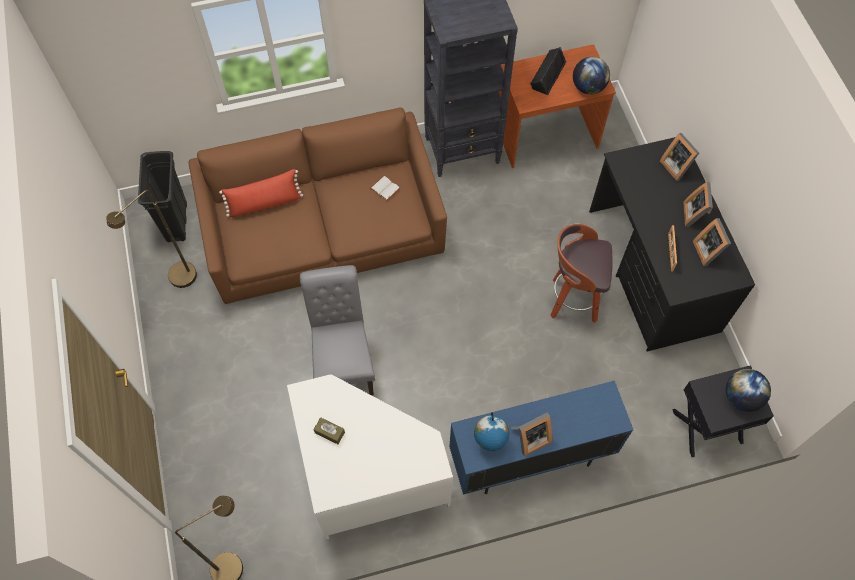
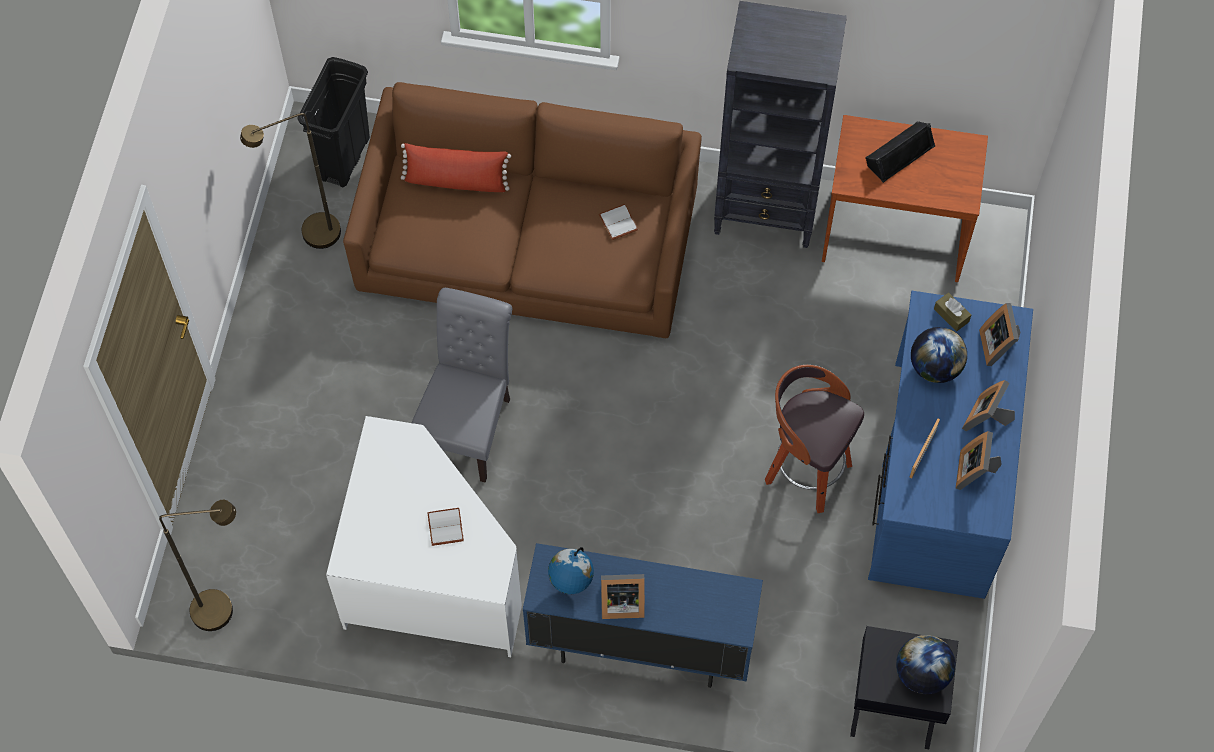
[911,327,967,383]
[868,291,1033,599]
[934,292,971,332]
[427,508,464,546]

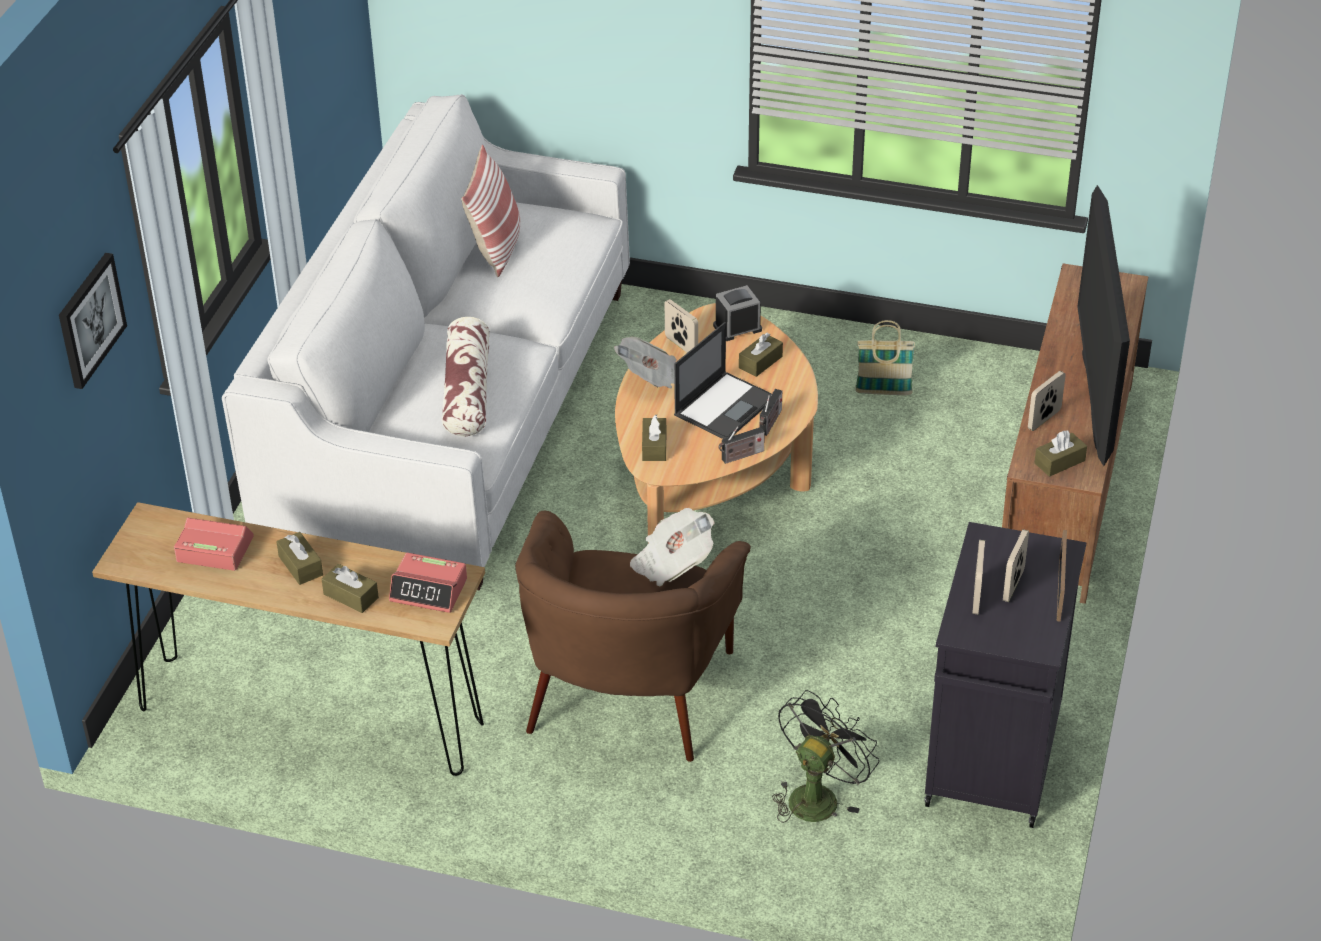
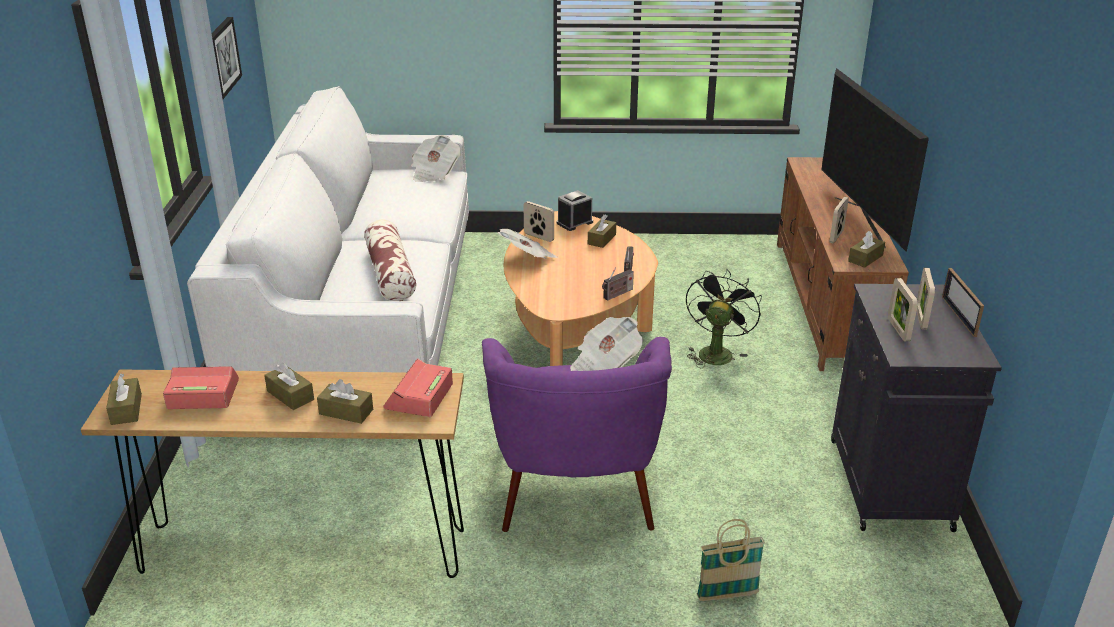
[461,145,520,277] (first image)
[212,17,242,99]
[697,519,765,601]
[674,322,772,439] (first image)
[106,373,142,425]
[482,337,672,532]
[383,358,453,417]
[686,269,762,368]
[411,135,461,182]

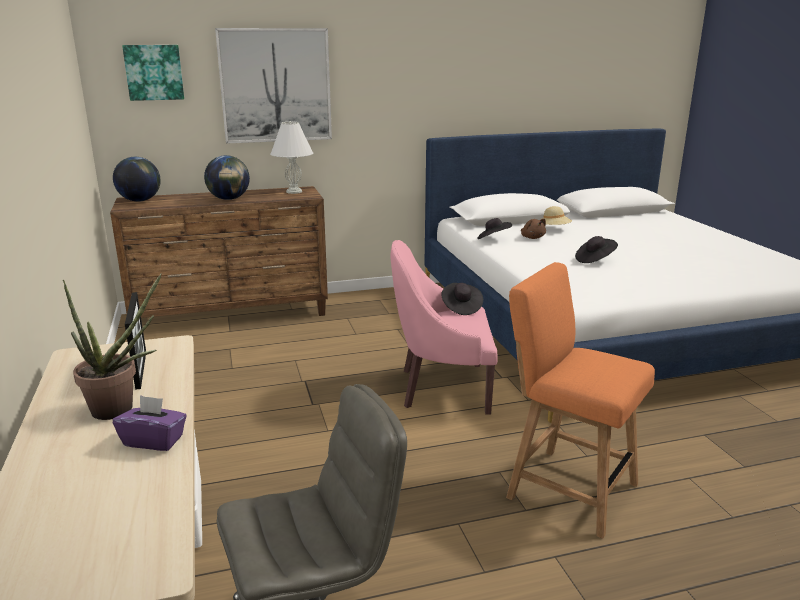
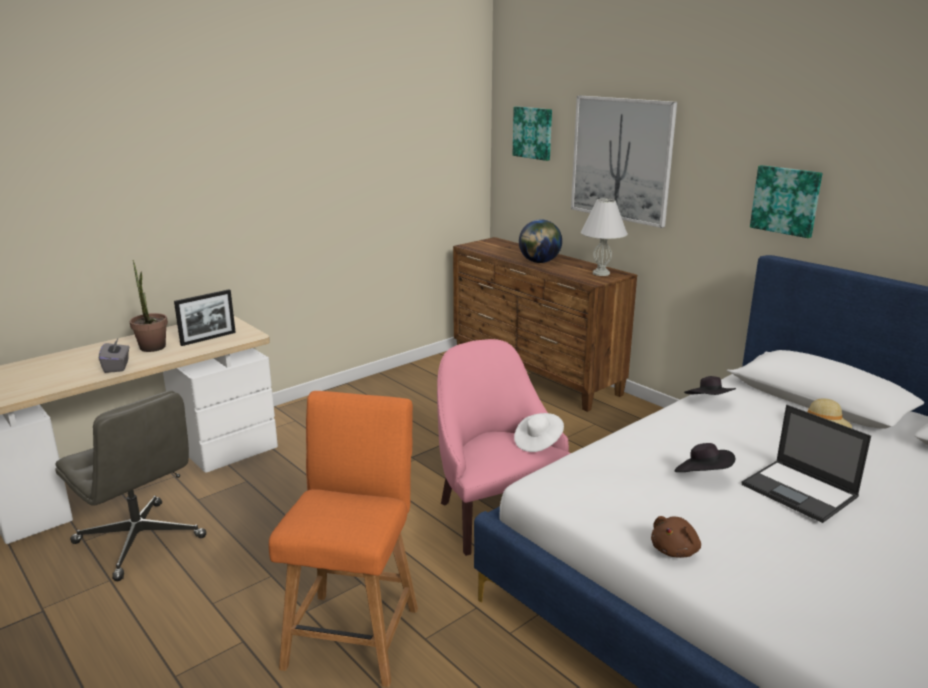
[113,157,161,202] (first image)
[651,516,701,558]
[514,413,564,452]
[99,339,129,373]
[750,165,822,238]
[742,405,871,523]

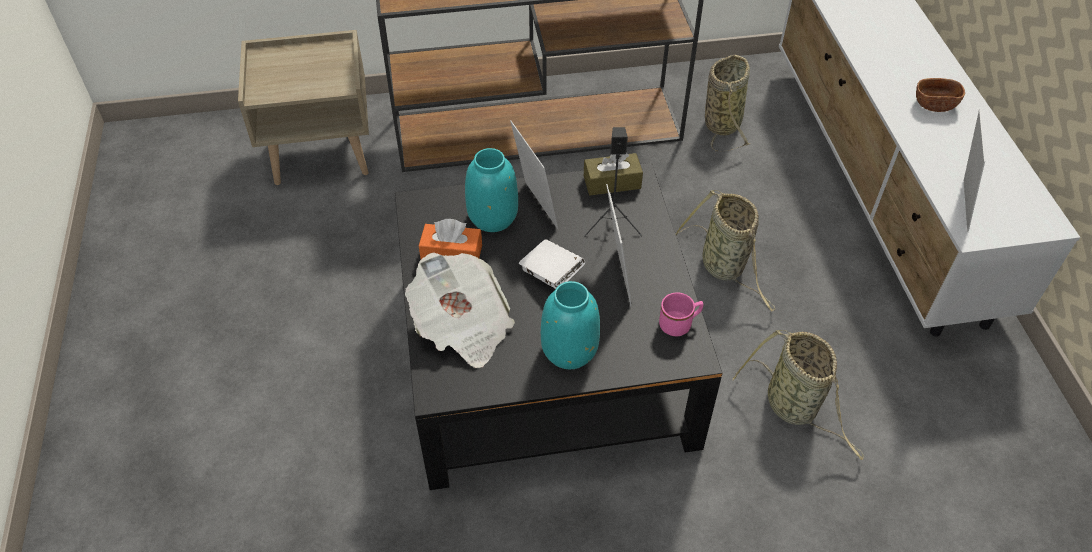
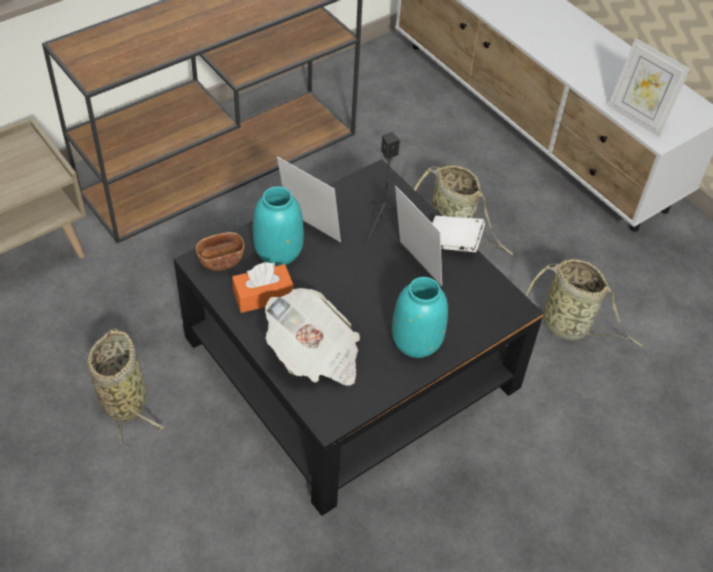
[87,328,164,448]
[196,232,245,271]
[608,38,690,137]
[584,153,643,195] (first image)
[432,215,485,252]
[659,292,703,336] (first image)

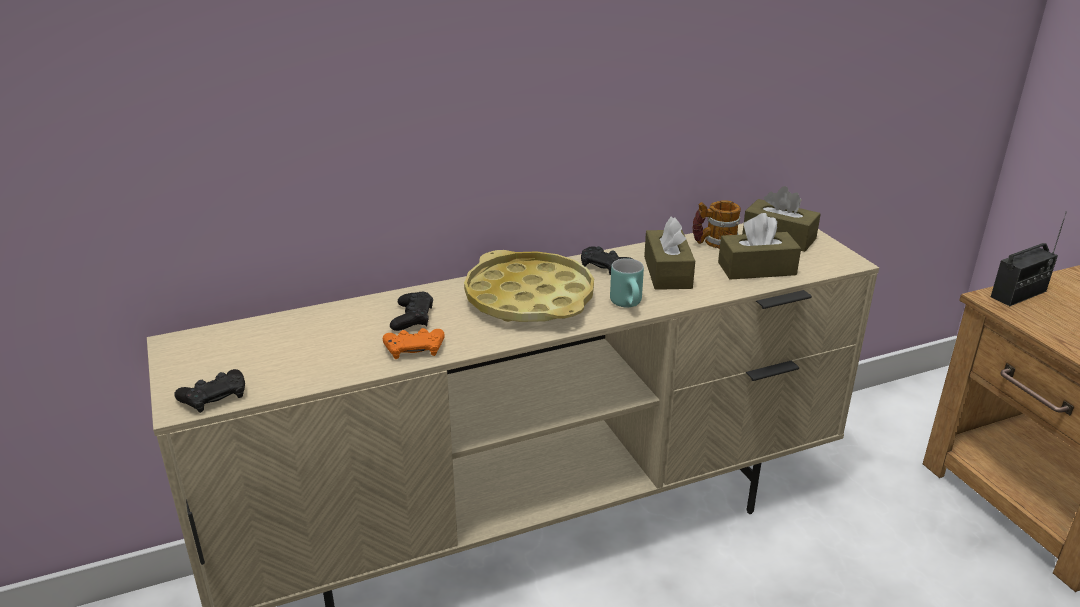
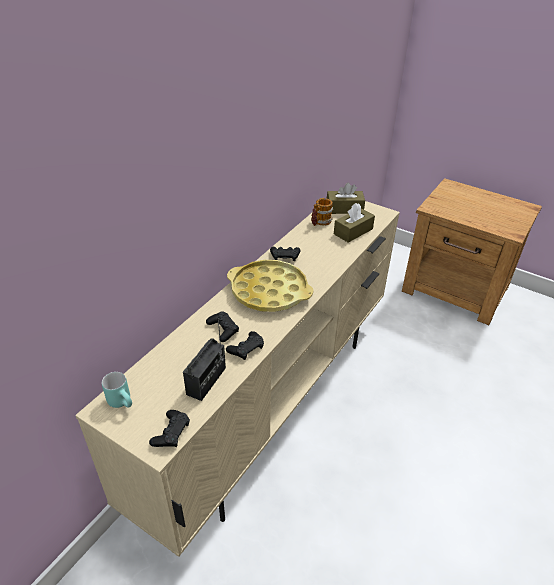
[183,318,226,401]
[644,217,695,290] (first image)
[102,372,132,408]
[226,331,264,360]

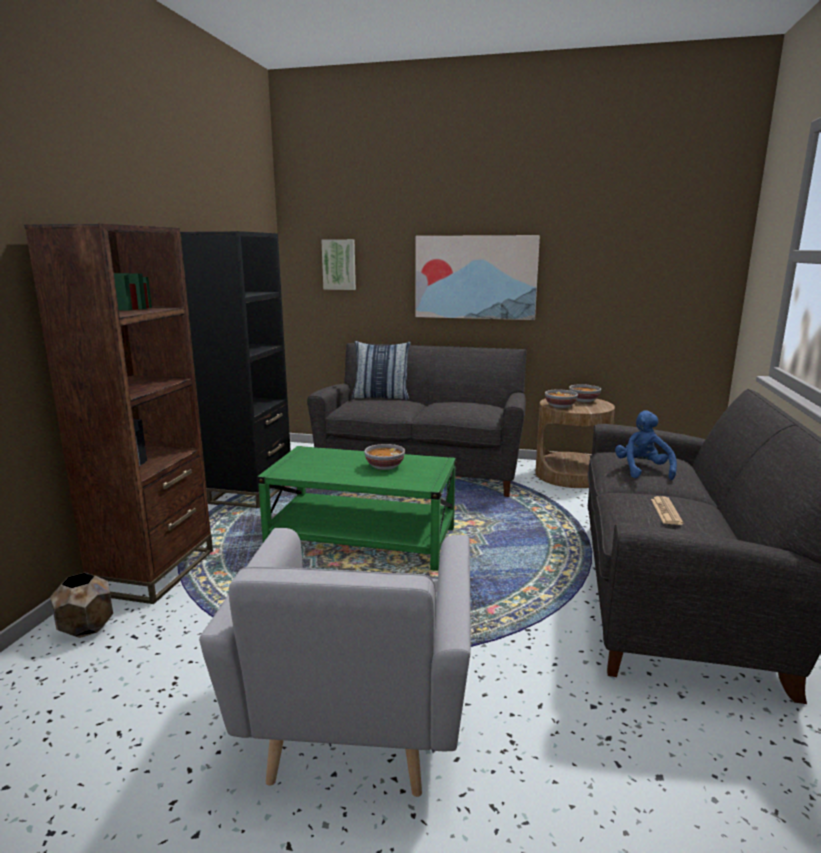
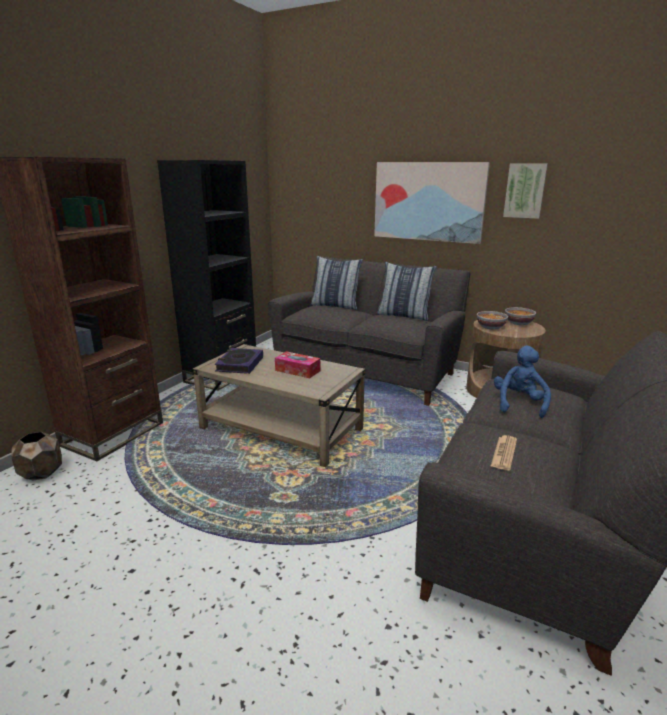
[503,164,548,219]
[275,351,320,378]
[192,344,365,467]
[199,528,471,797] (first image)
[377,262,437,321]
[215,348,263,374]

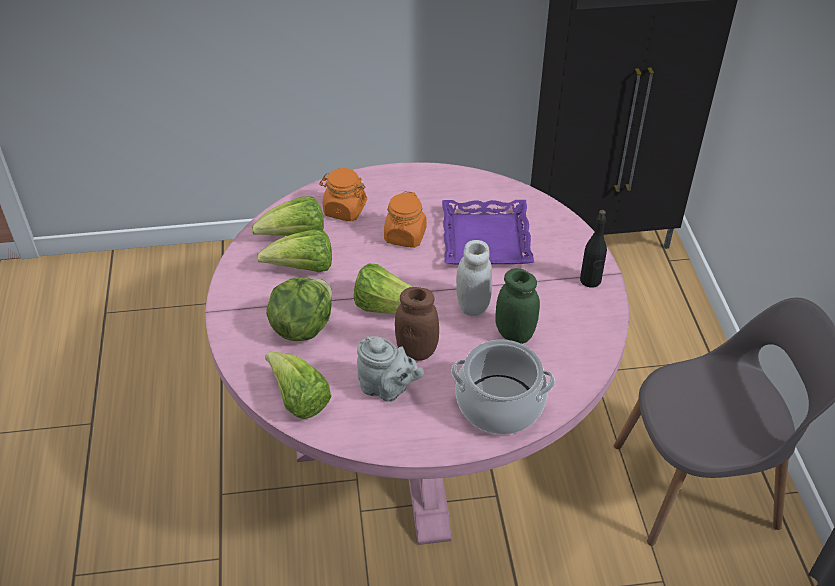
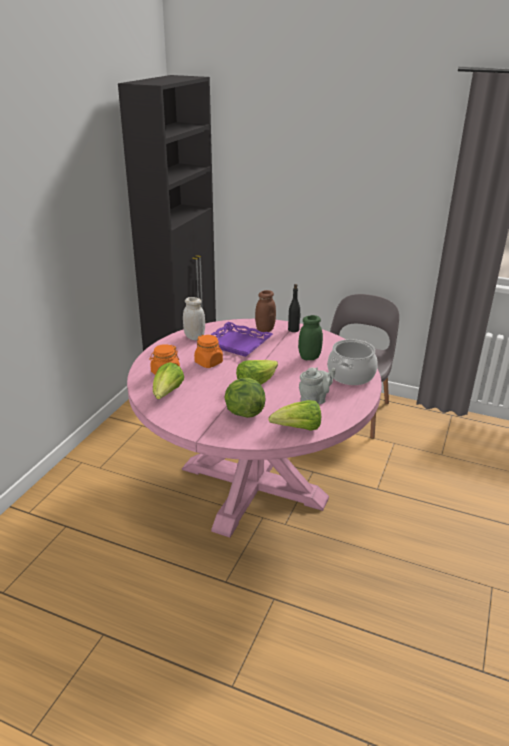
[257,229,332,272] (first image)
[183,297,205,340]
[255,290,276,332]

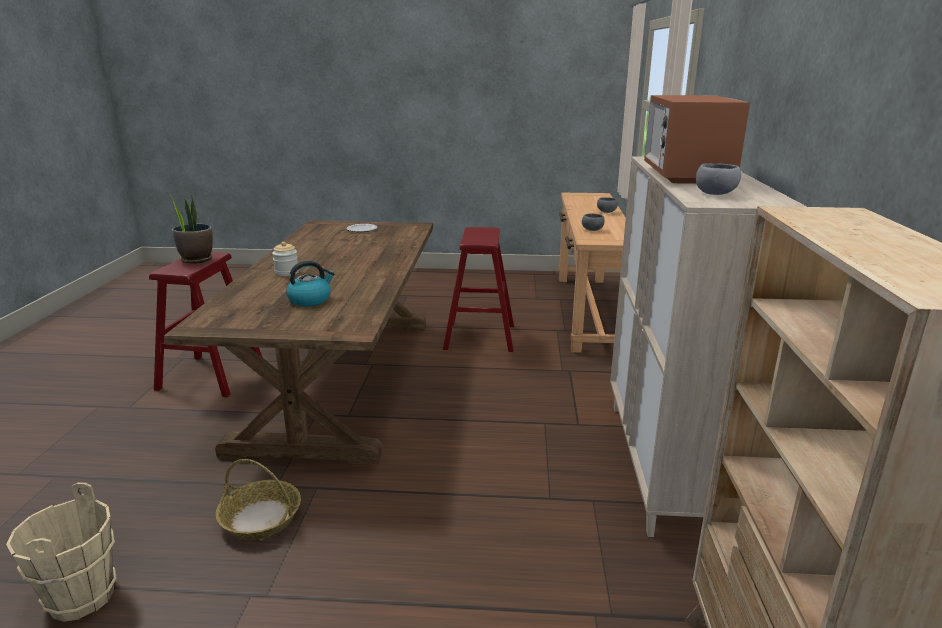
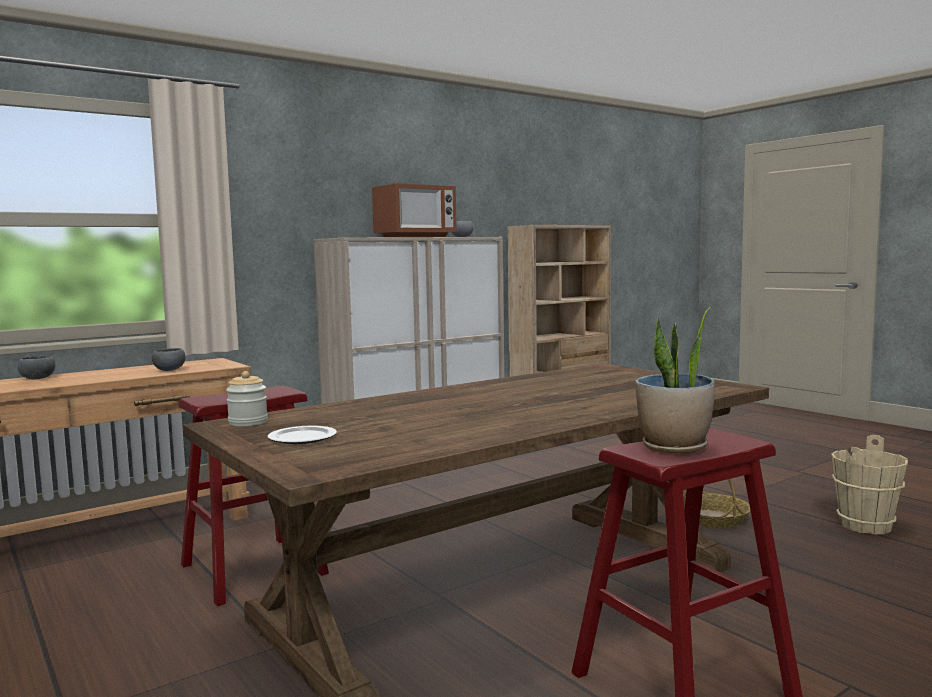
[226,371,268,426]
[286,261,335,306] (first image)

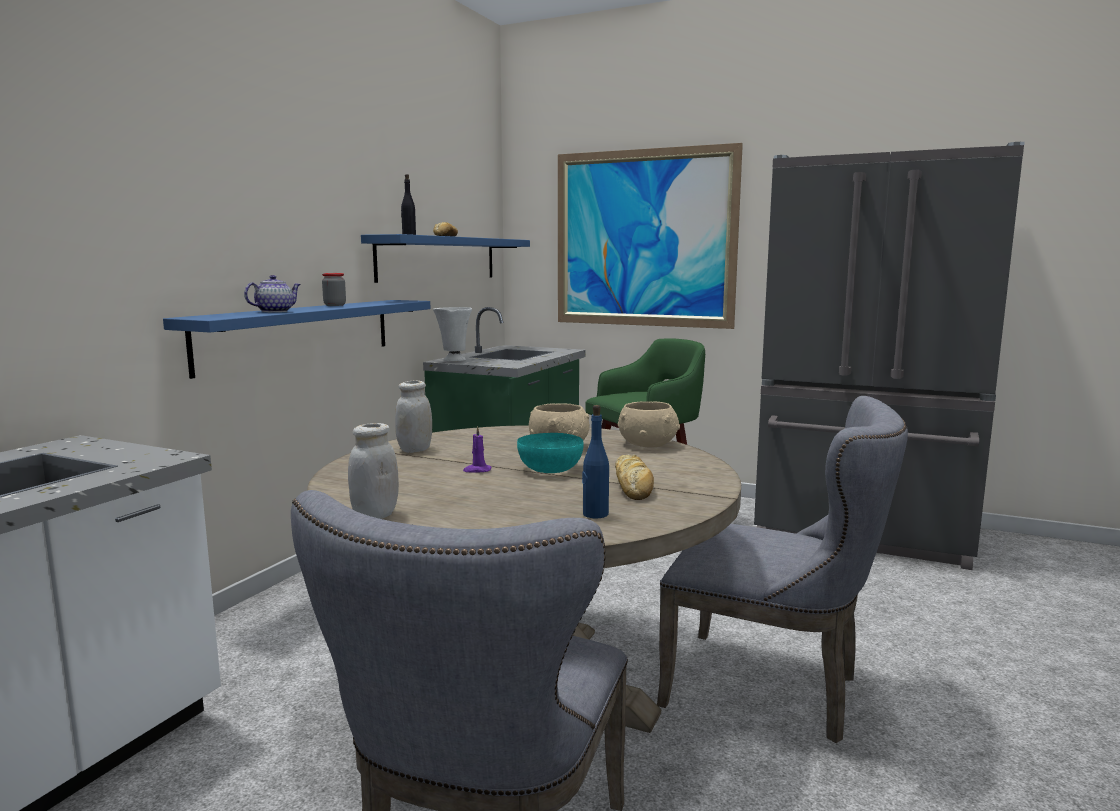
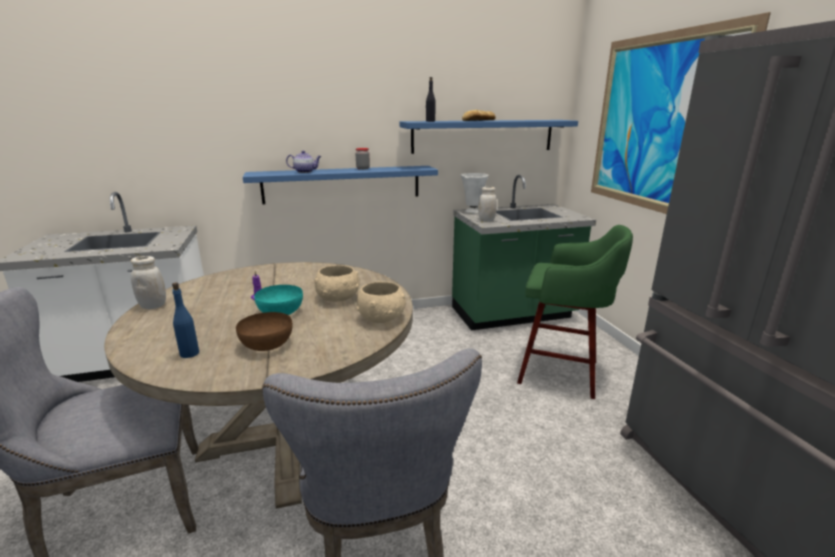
[478,187,497,221]
[236,312,293,351]

